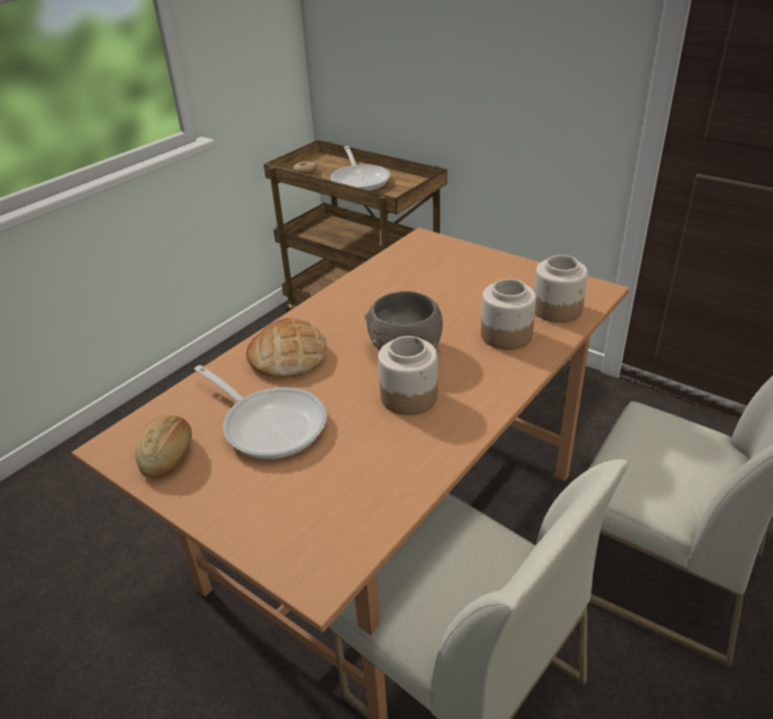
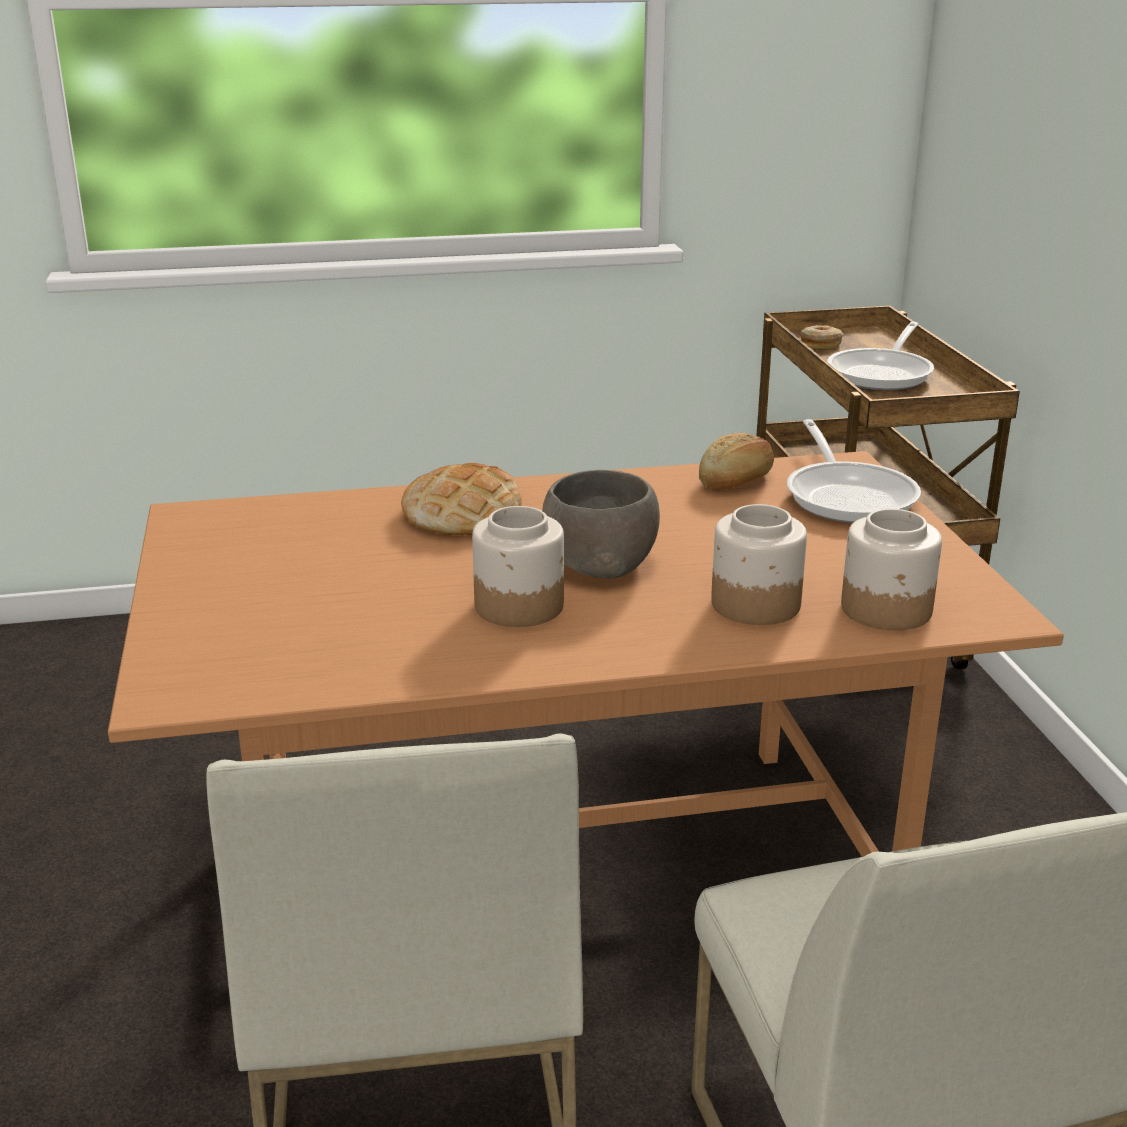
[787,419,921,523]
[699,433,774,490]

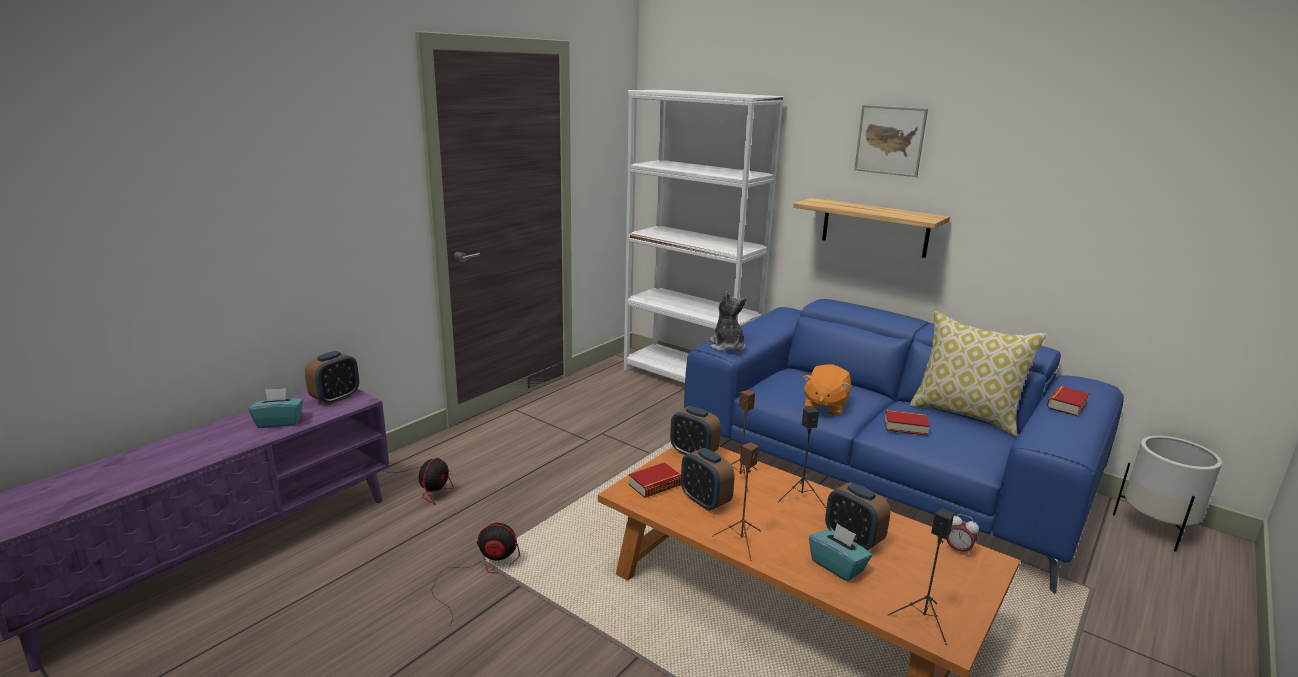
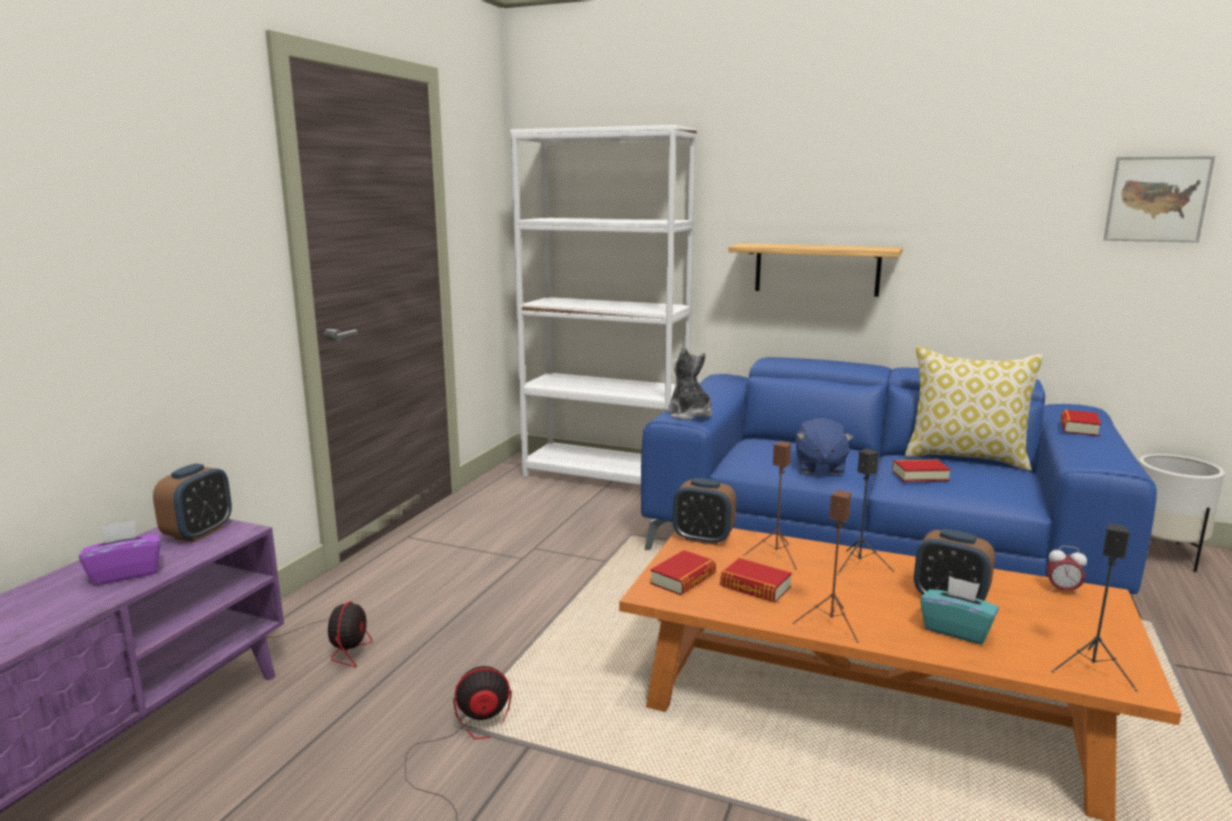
[1104,156,1215,243]
[796,418,854,475]
[79,520,160,585]
[720,558,792,602]

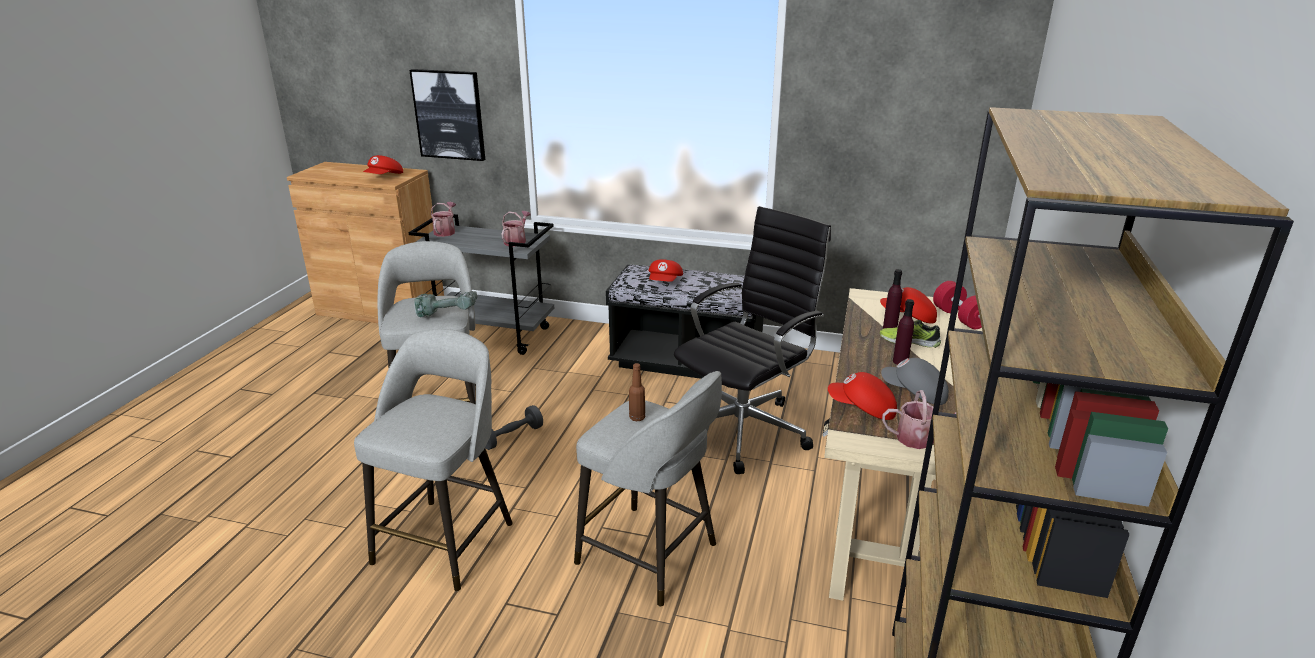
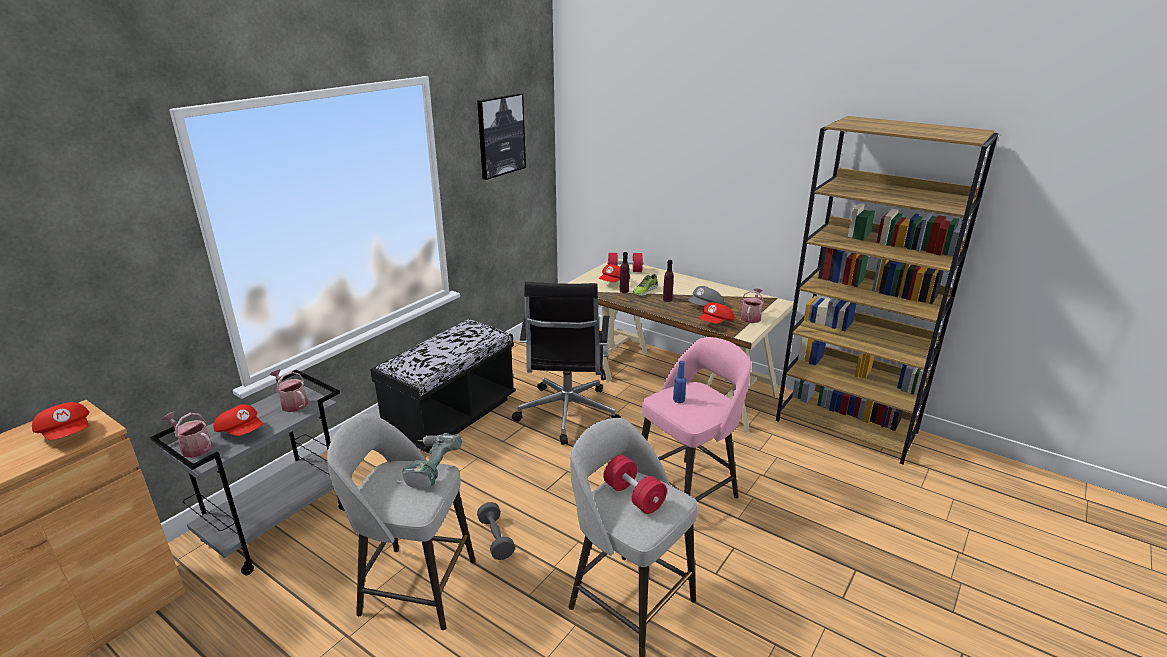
[477,93,526,180]
[512,282,621,445]
[213,404,263,436]
[673,361,686,403]
[642,337,751,502]
[603,455,667,514]

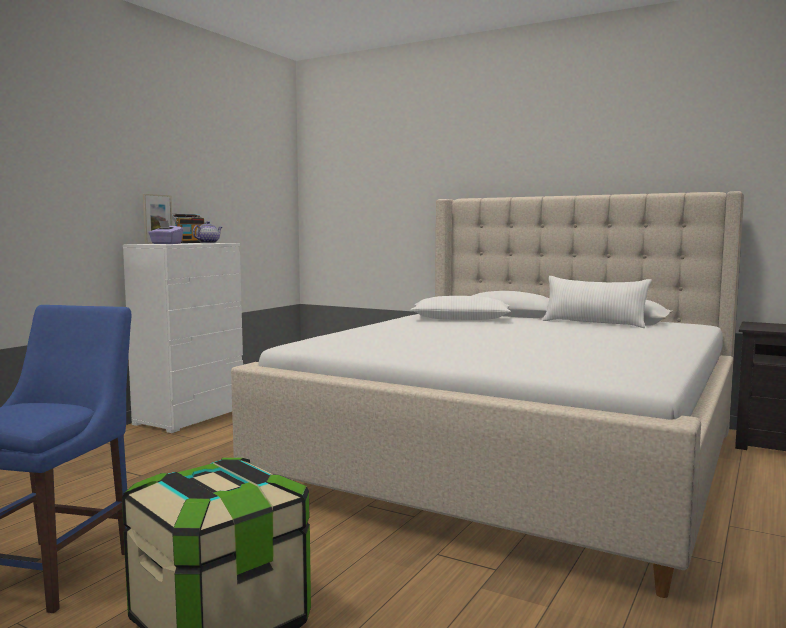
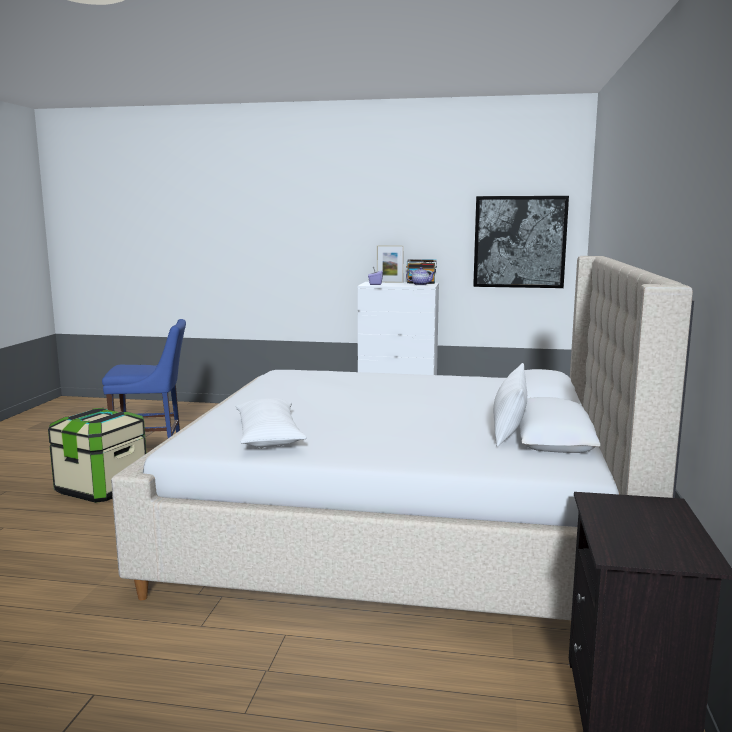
[235,398,307,447]
[473,196,569,288]

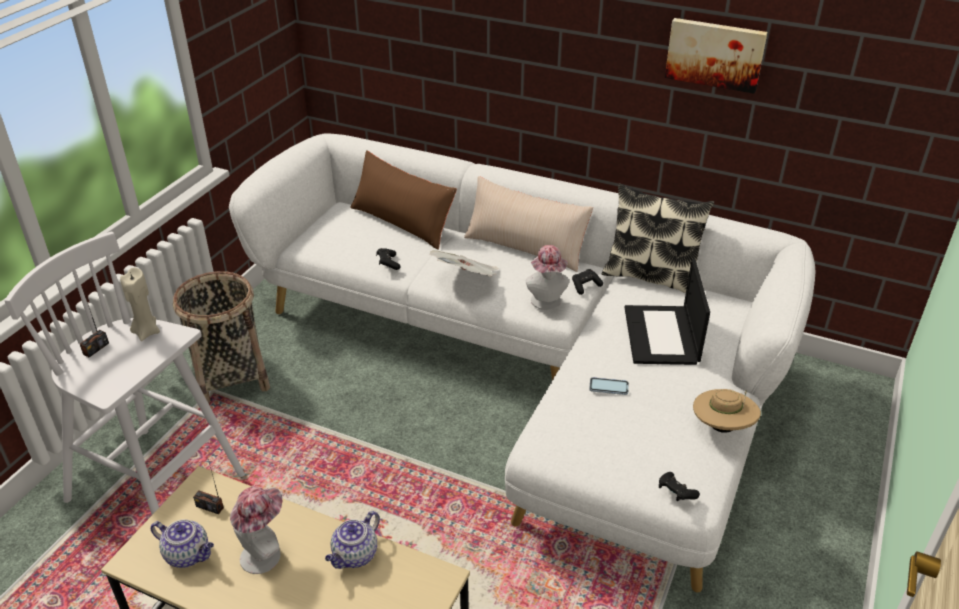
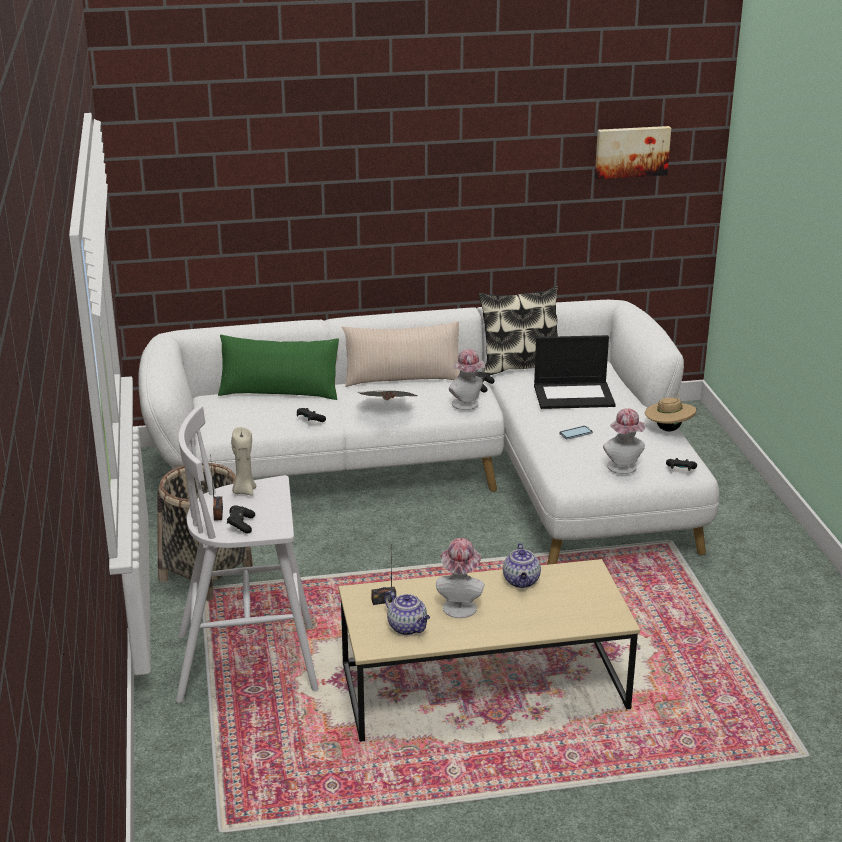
[595,126,671,179]
[218,335,339,400]
[534,335,616,409]
[384,590,430,635]
[603,408,645,474]
[227,505,255,534]

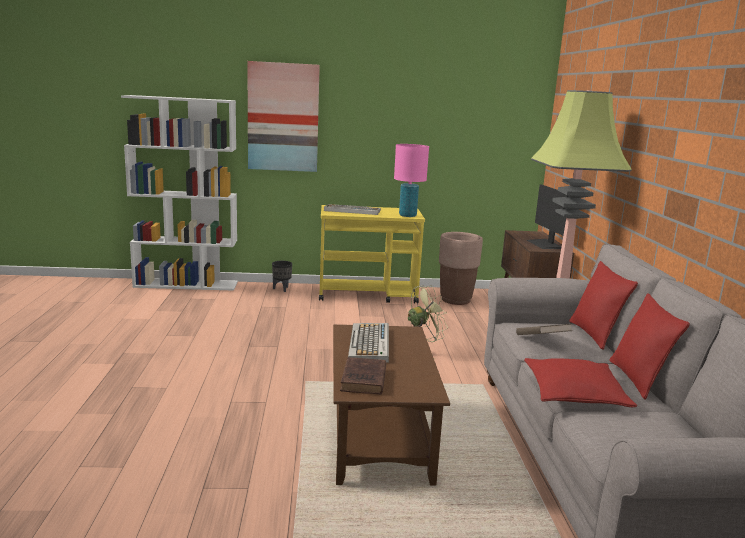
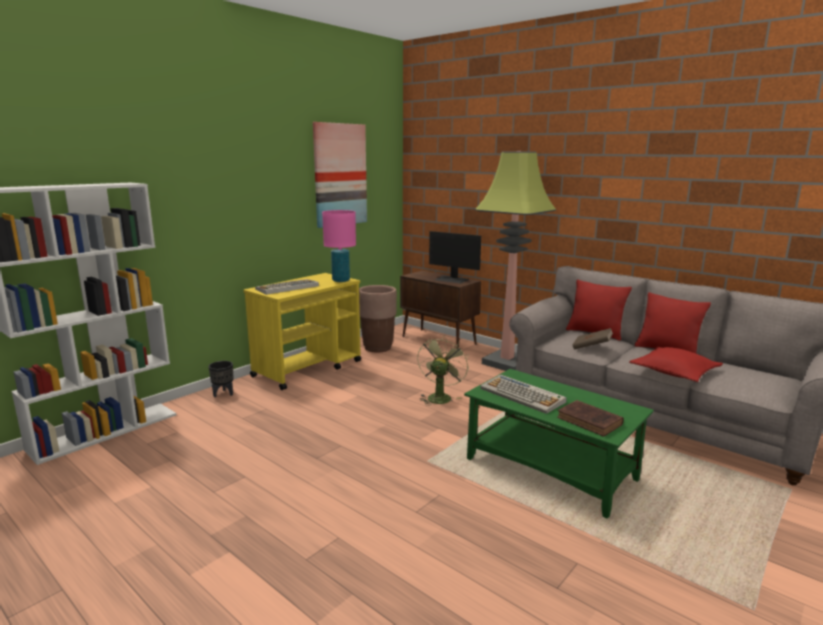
[313,122,367,228]
[464,369,654,519]

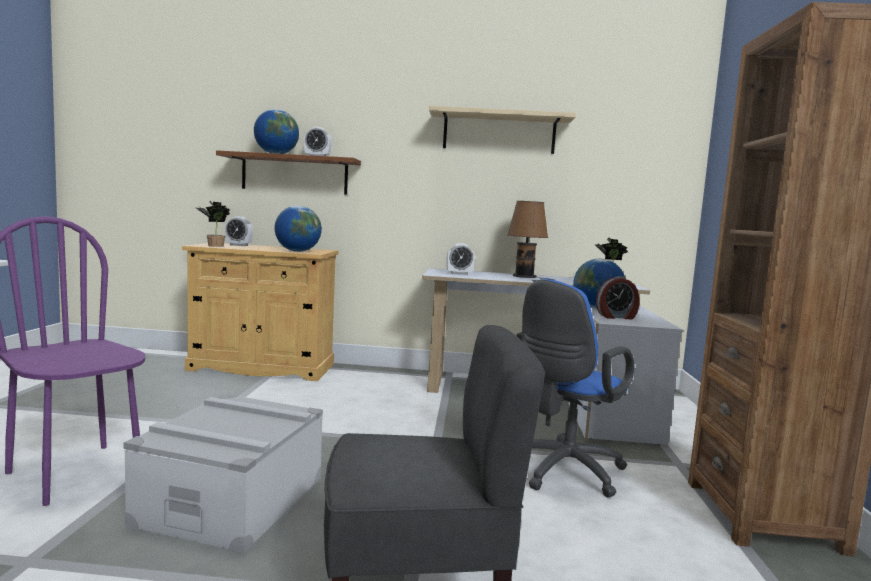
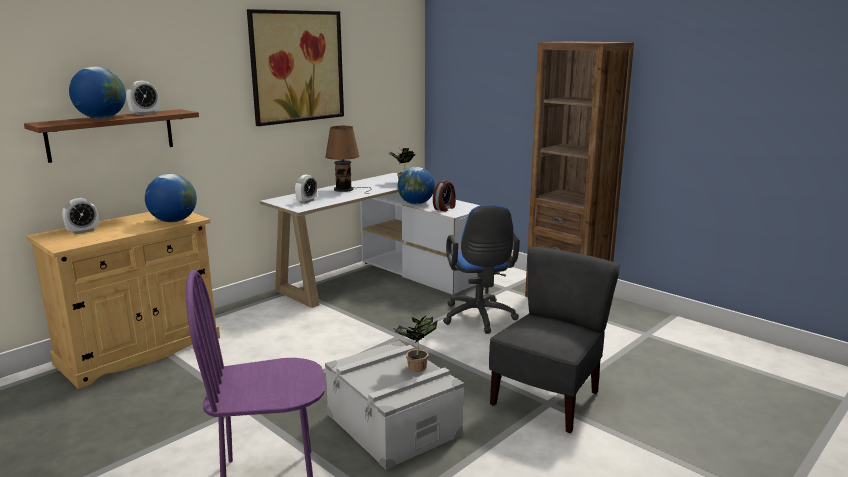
[247,9,344,126]
[394,315,438,372]

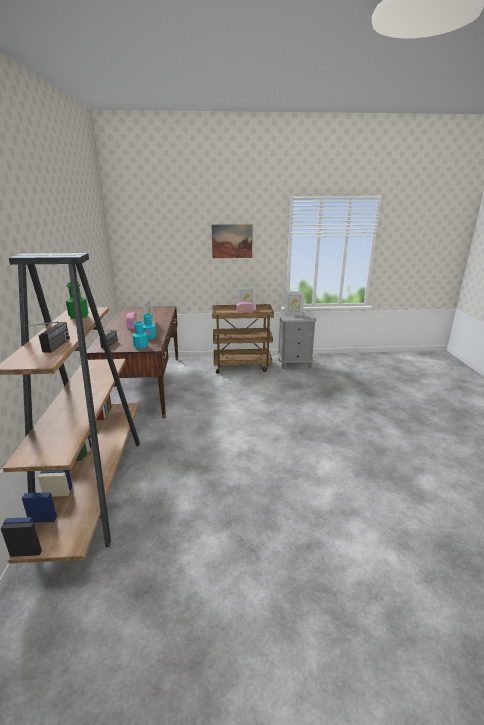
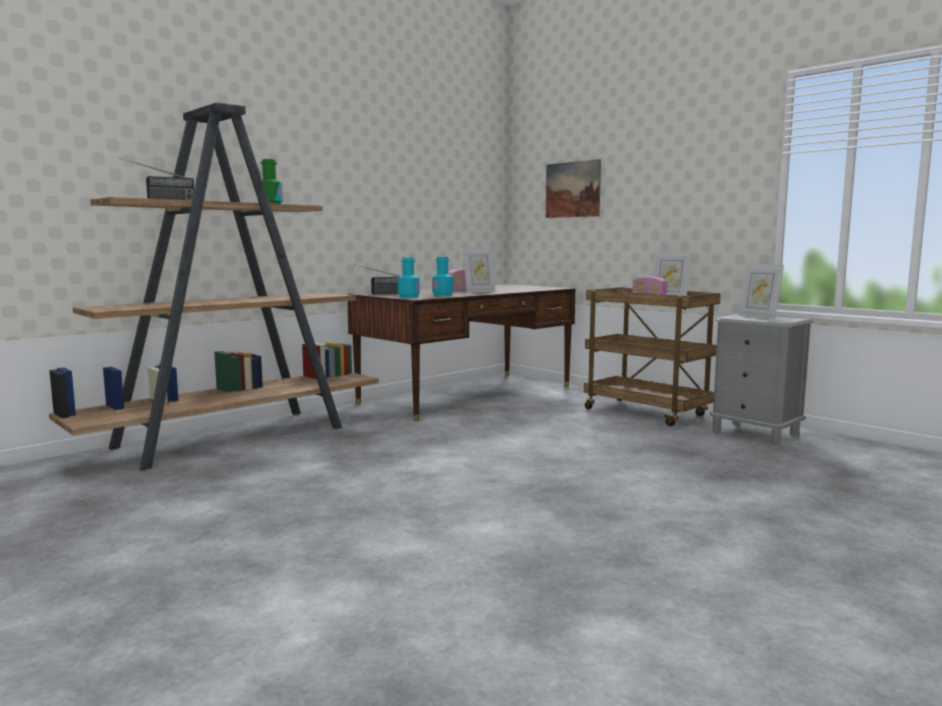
[546,159,601,218]

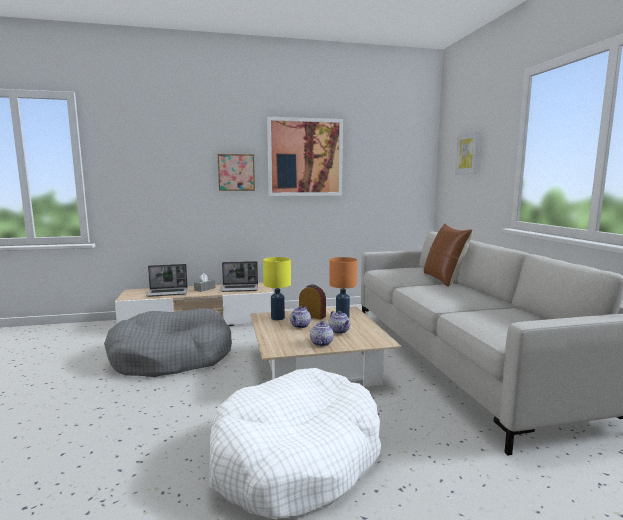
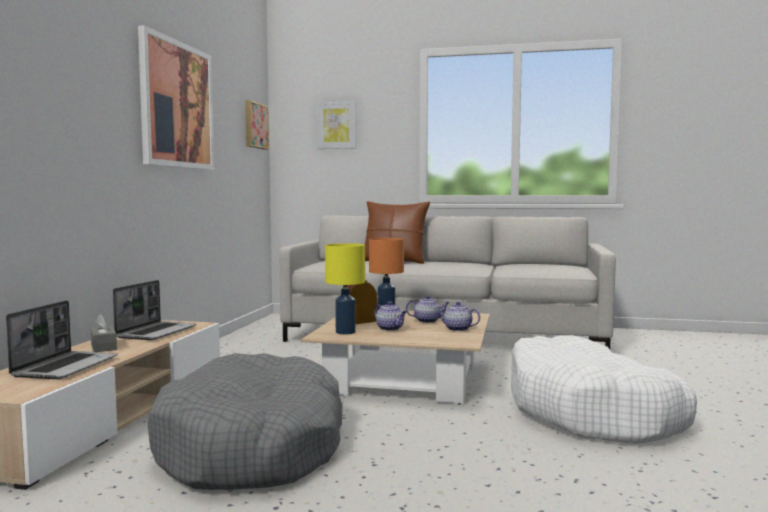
[245,100,269,150]

